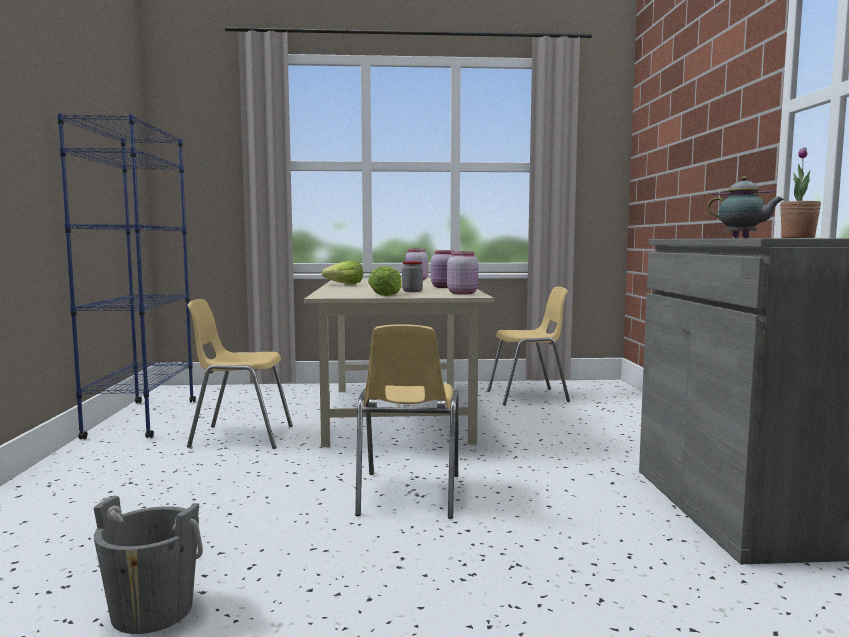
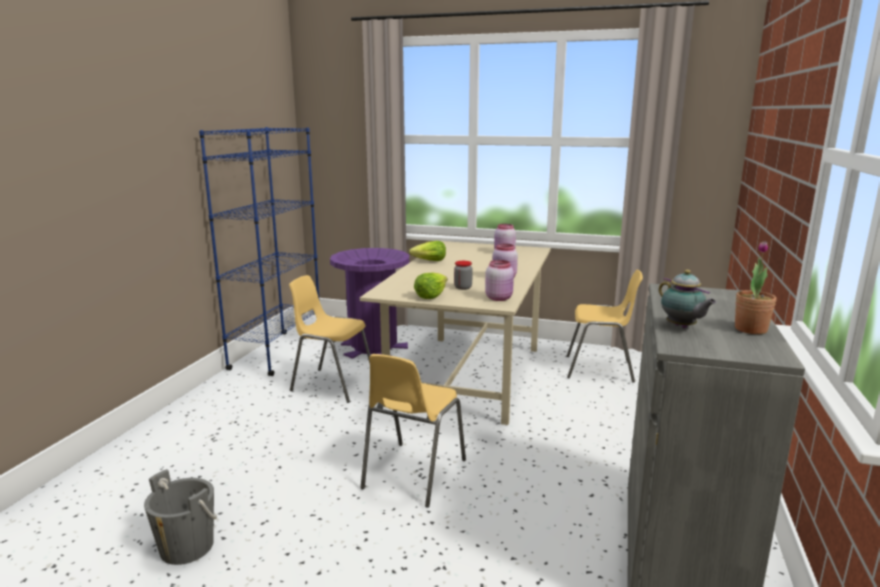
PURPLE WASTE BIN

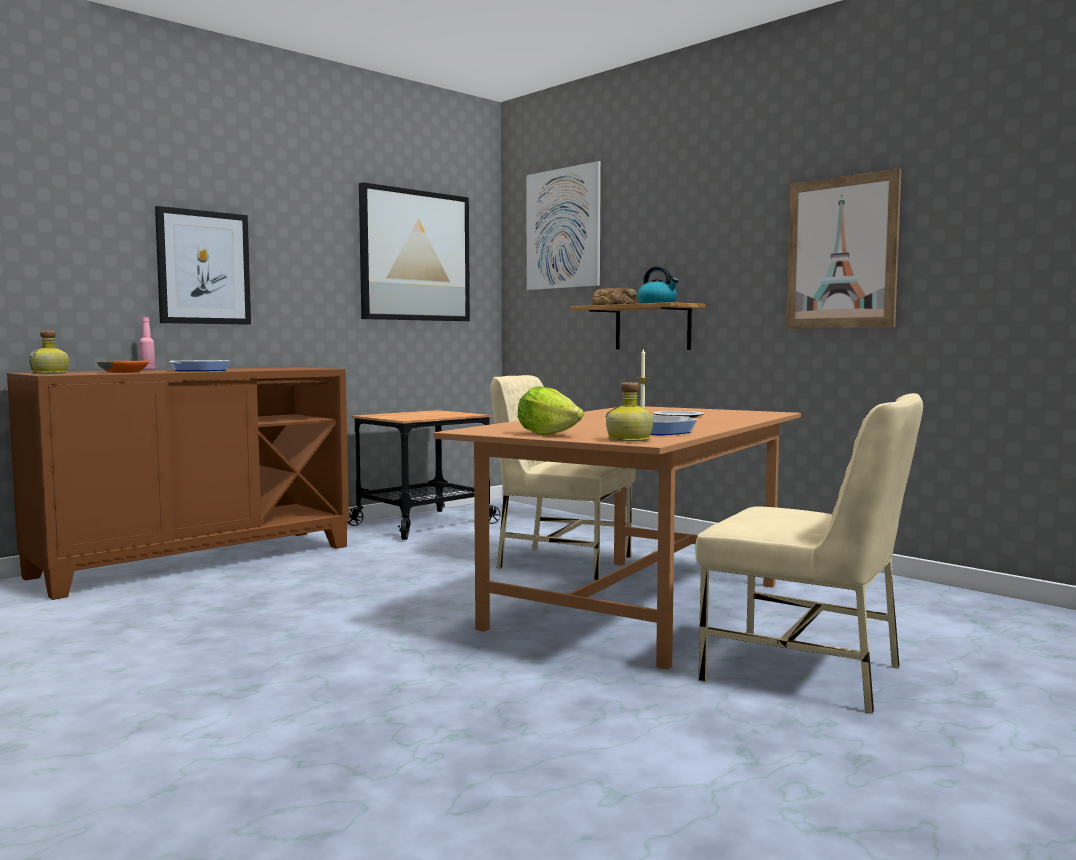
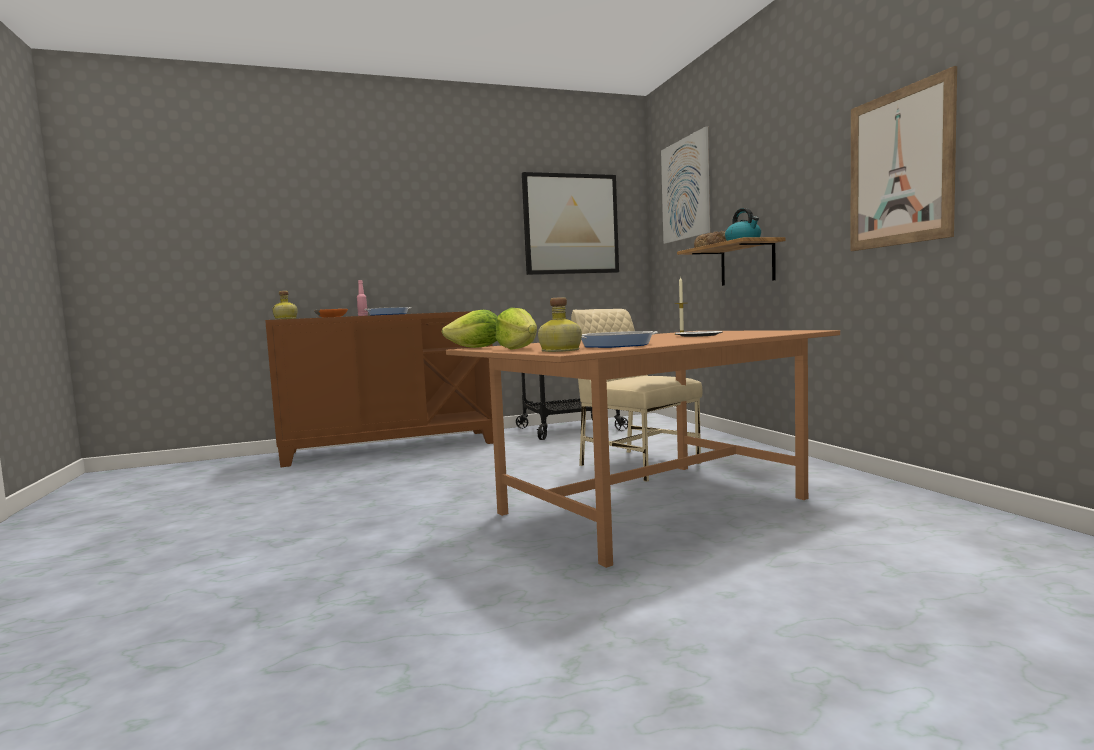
WALL PICTURE (1st from left in the first image)
BEIGE PLAIN CHAIR (2nd from left in the first image)
HEAD OF LETTUCE (1st from left)

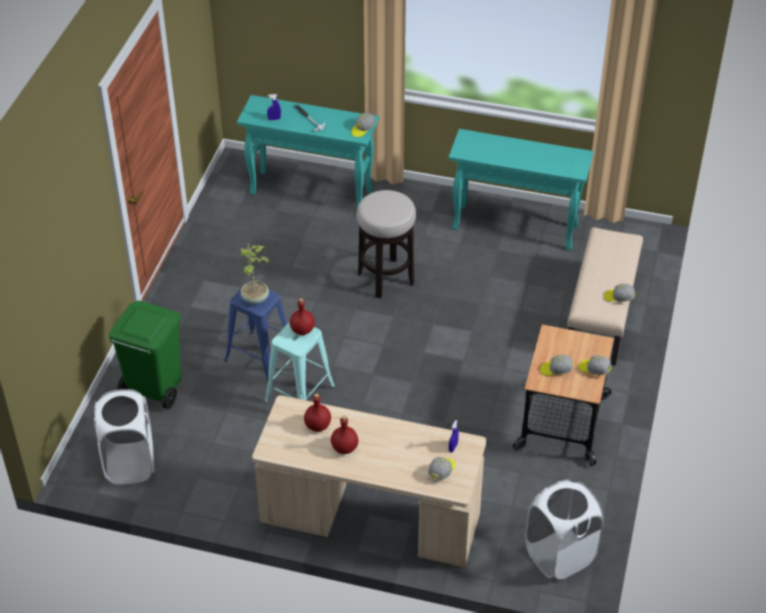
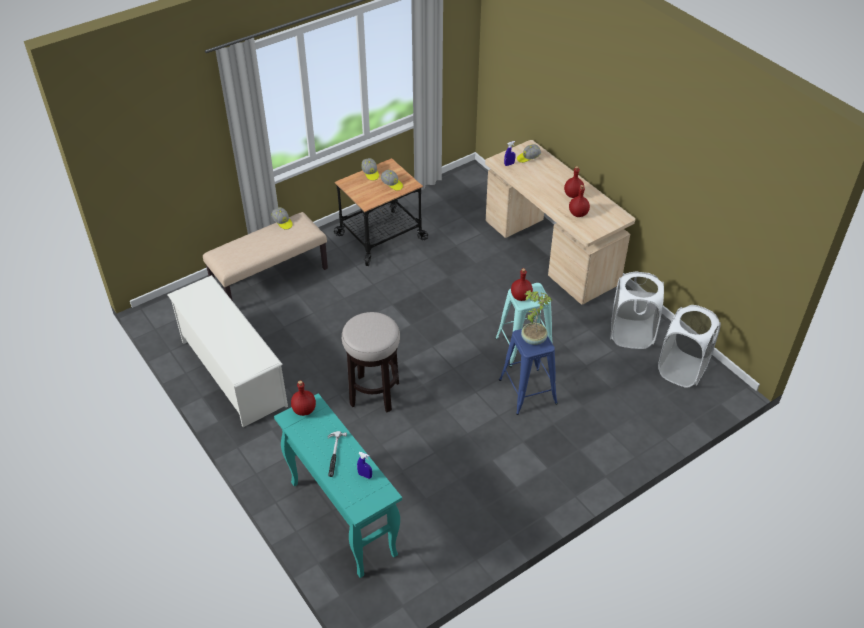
GREENISH WASTE BIN
RED DRINK BOTTLE (1st from left)
WHITE SHOE RACK
WHITE HAMPER (1st from left)

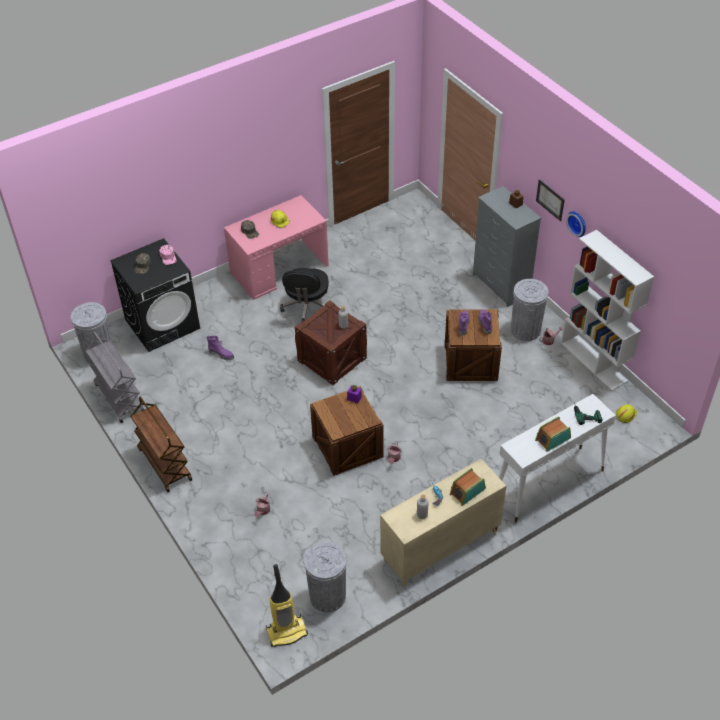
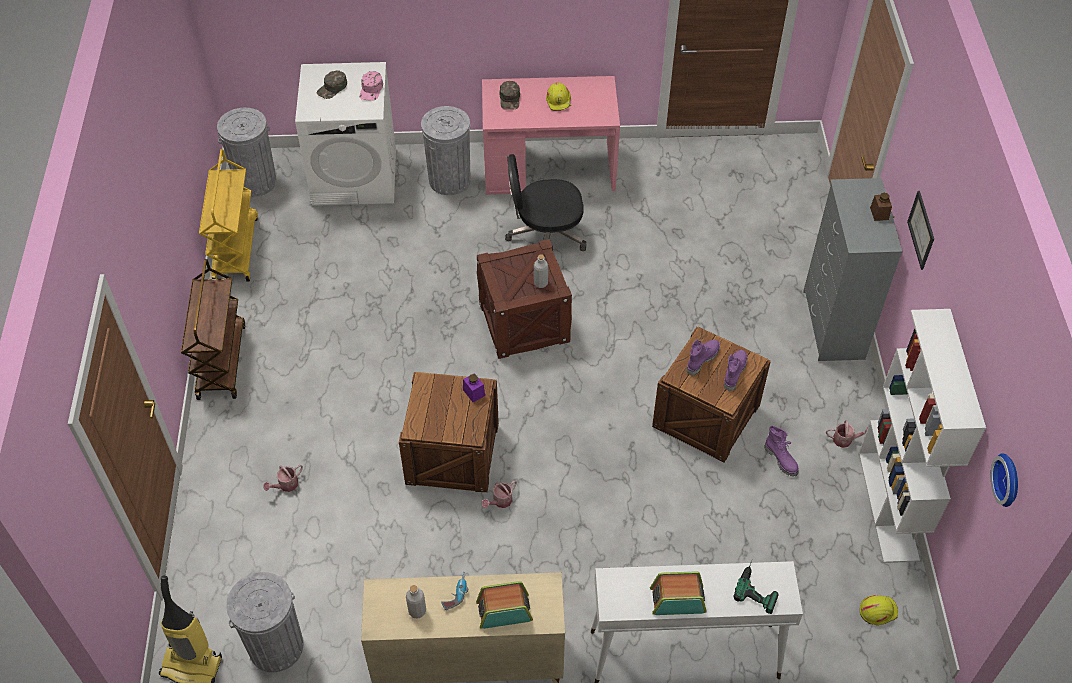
YELLOW-COLOURED CART
WHITE LAUNDRY APPLIANCE
PURPLE BOOT (3rd from left)
BLACK-COLOURED DESK CHAIR
GRAY WASTE BIN (3rd from left)
HANGING CLOCK

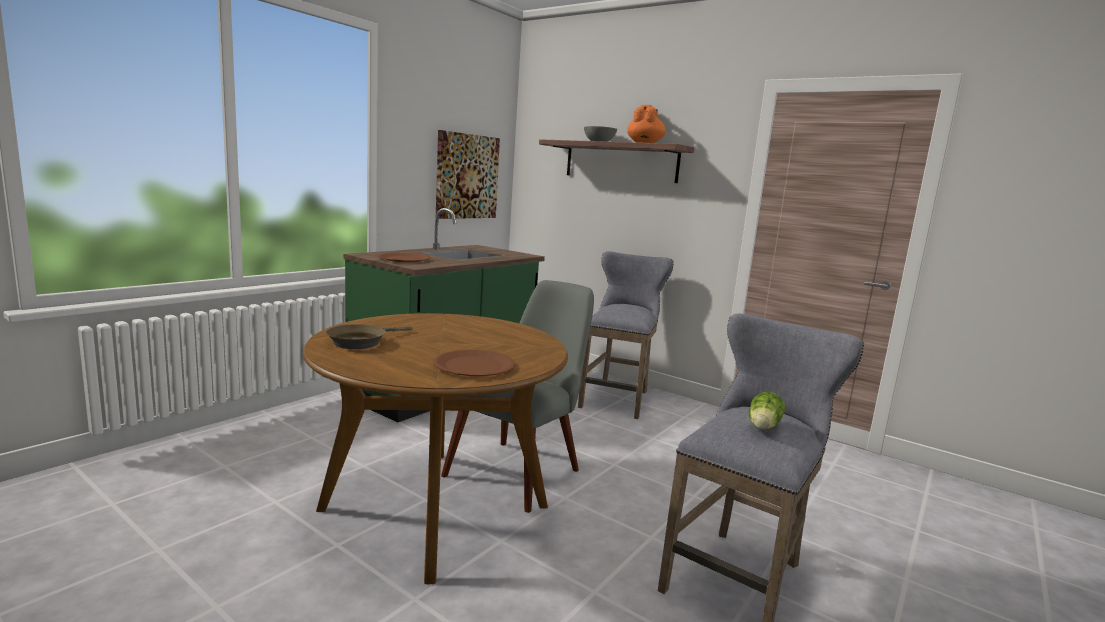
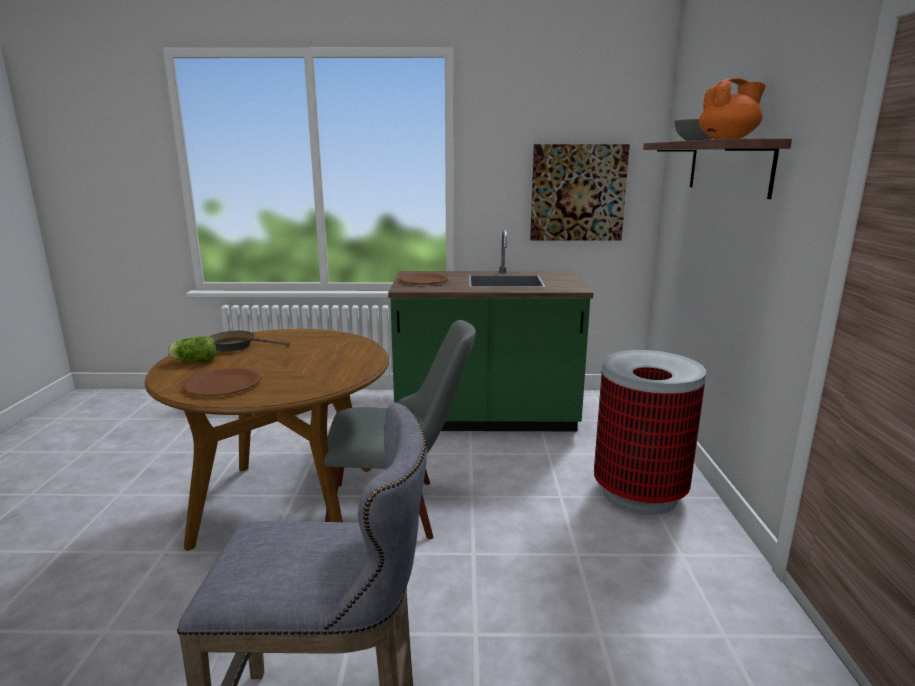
WASTE BIN
HEAD OF LETTUCE

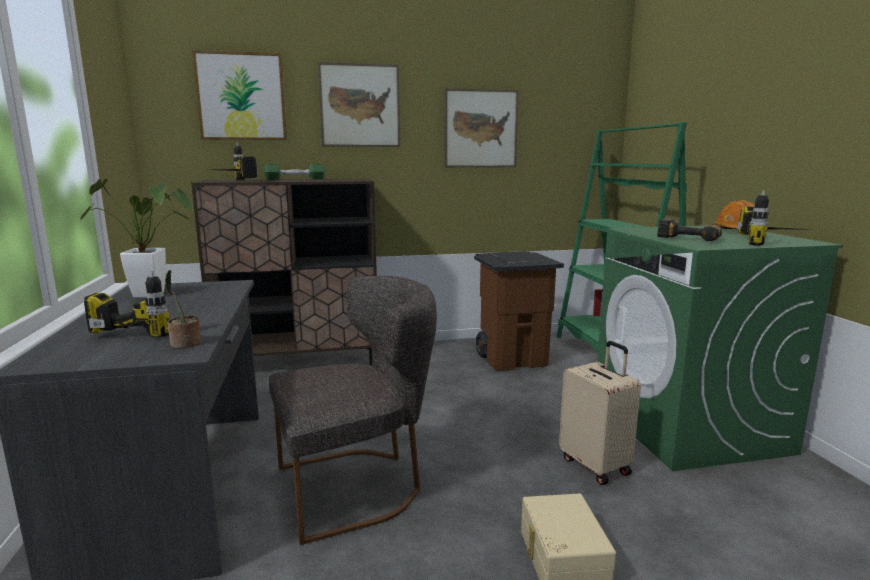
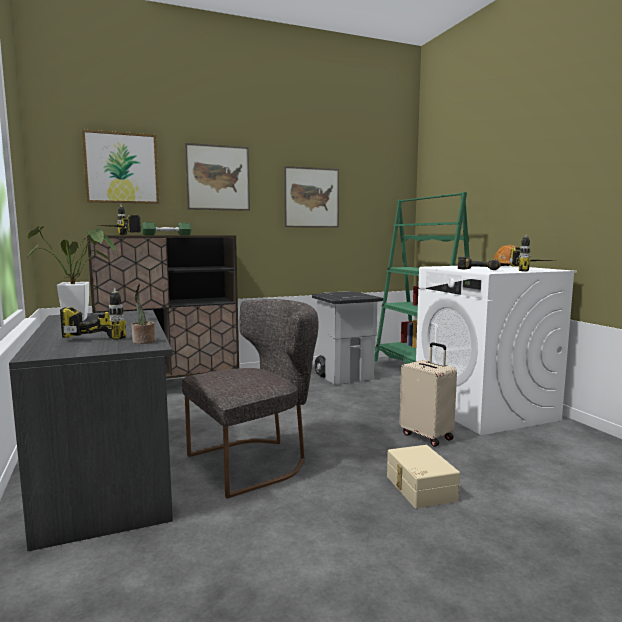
GRAY WASTE BIN
WHITE LAUNDRY APPLIANCE

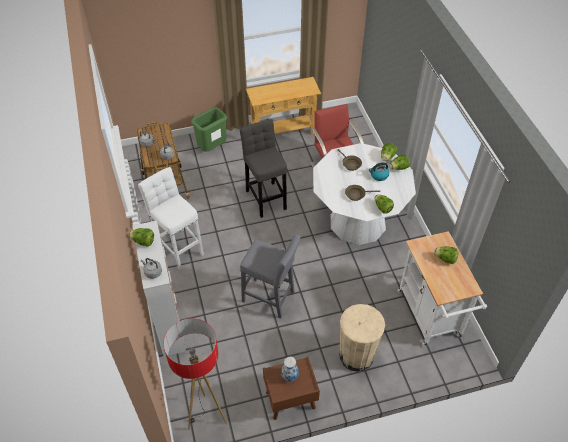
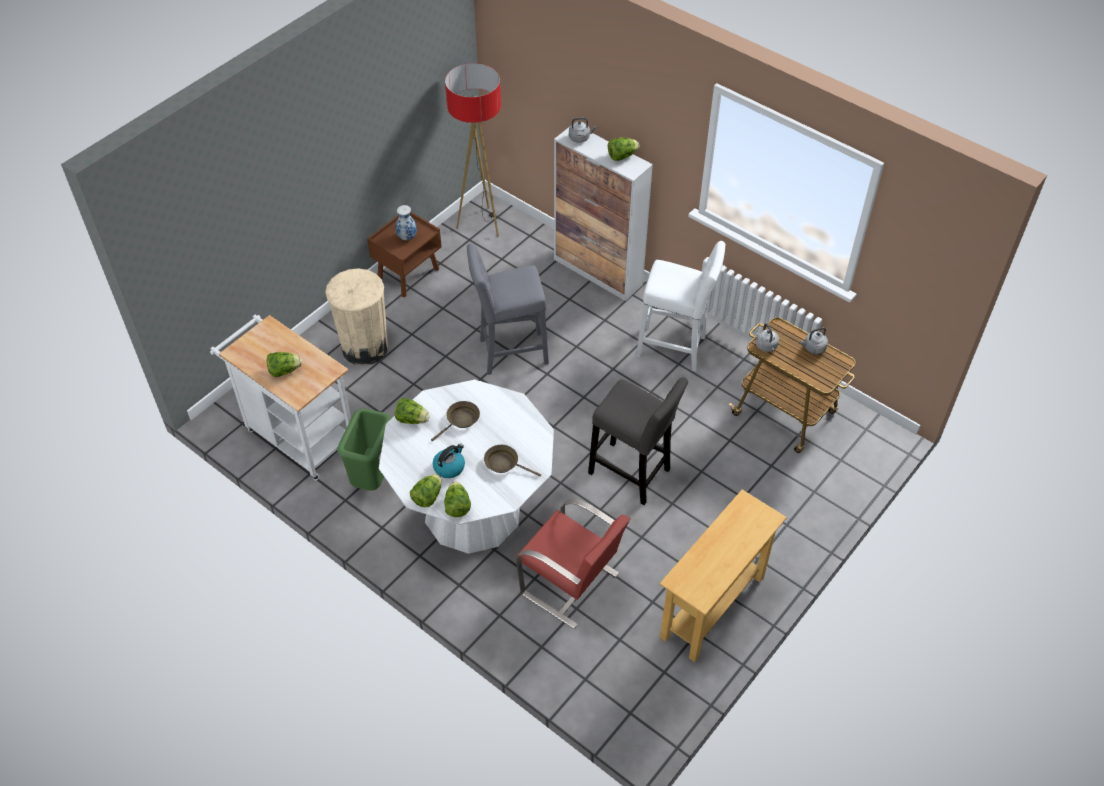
GREENISH WASTE BIN

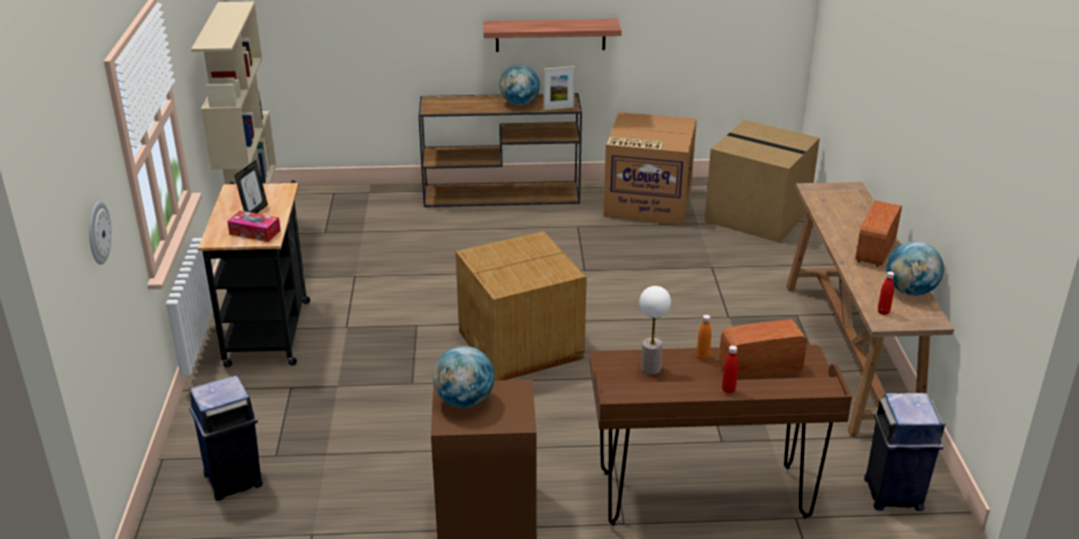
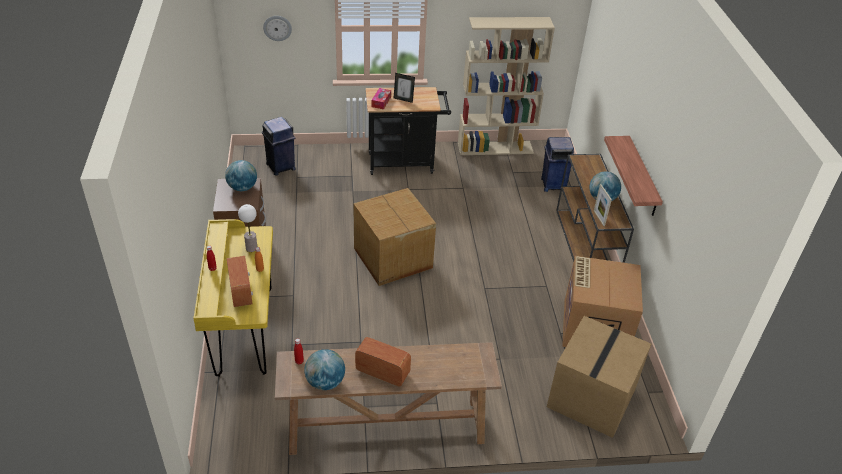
YELLOW-COLOURED DESK
BLUE WASTE BIN (2nd from left)

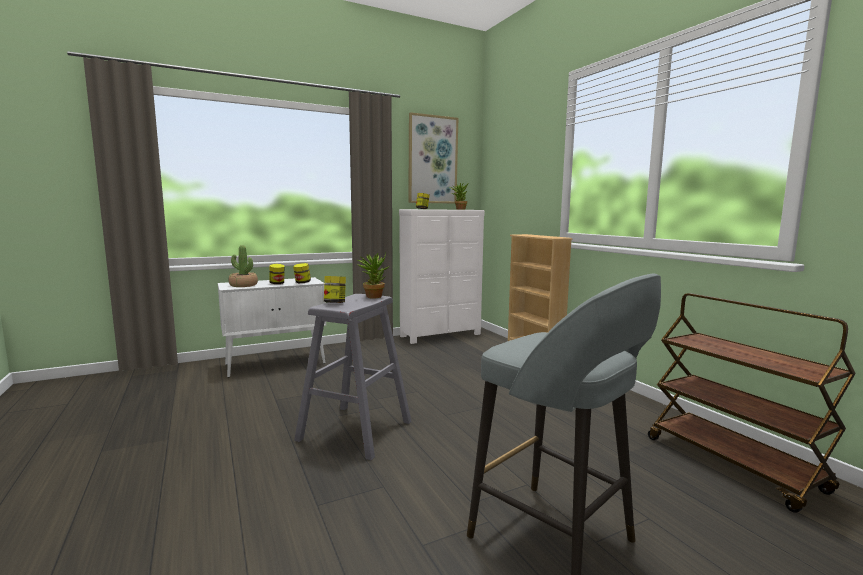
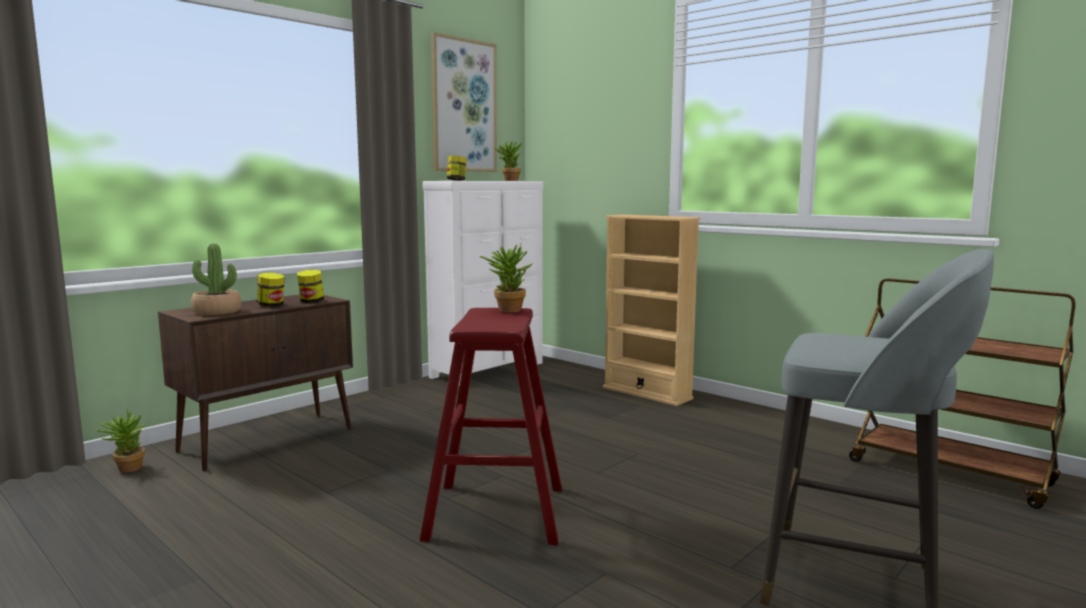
BROWN STORAGE CABINET
RED SITTING STOOL
PRESERVE JAR (3rd from left in the first image)
PLANT IN A POT (1st from left)

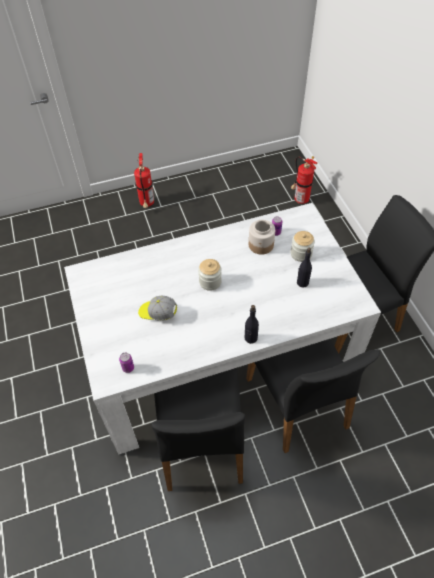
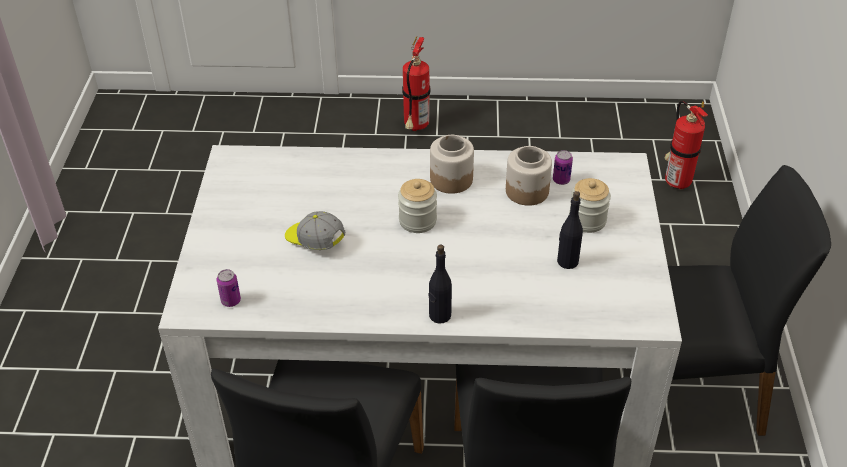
PRESERVE JAR (2nd from left)

